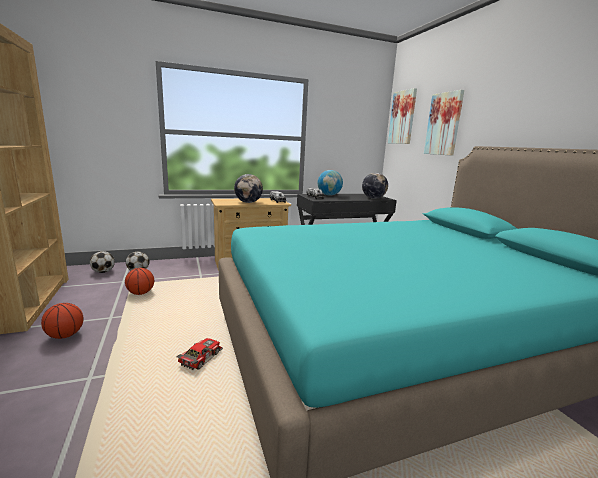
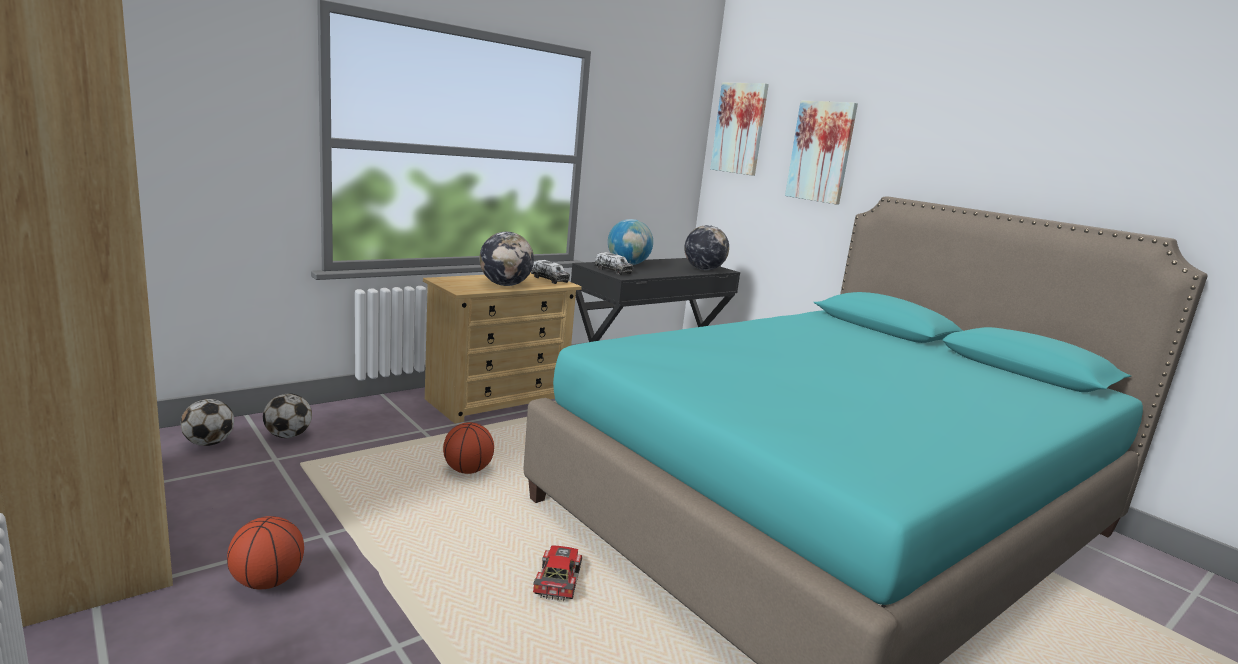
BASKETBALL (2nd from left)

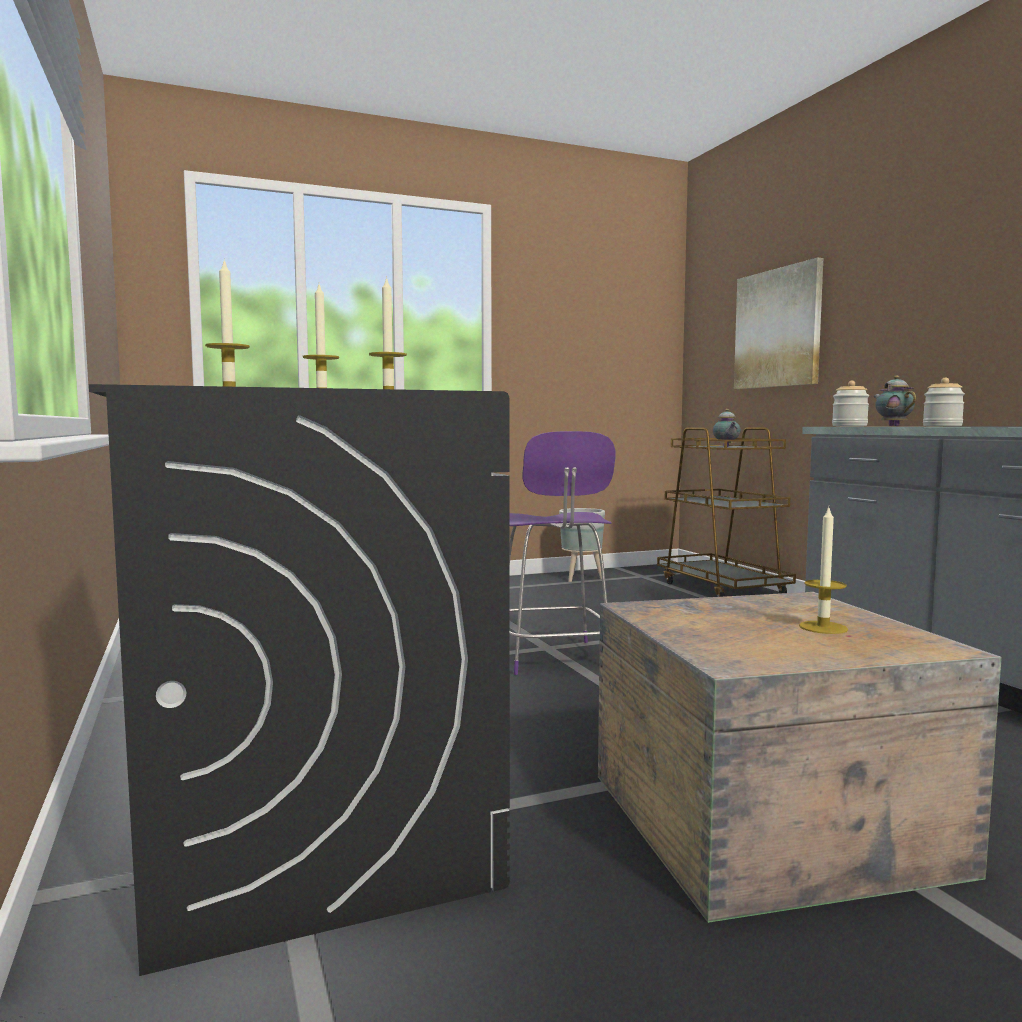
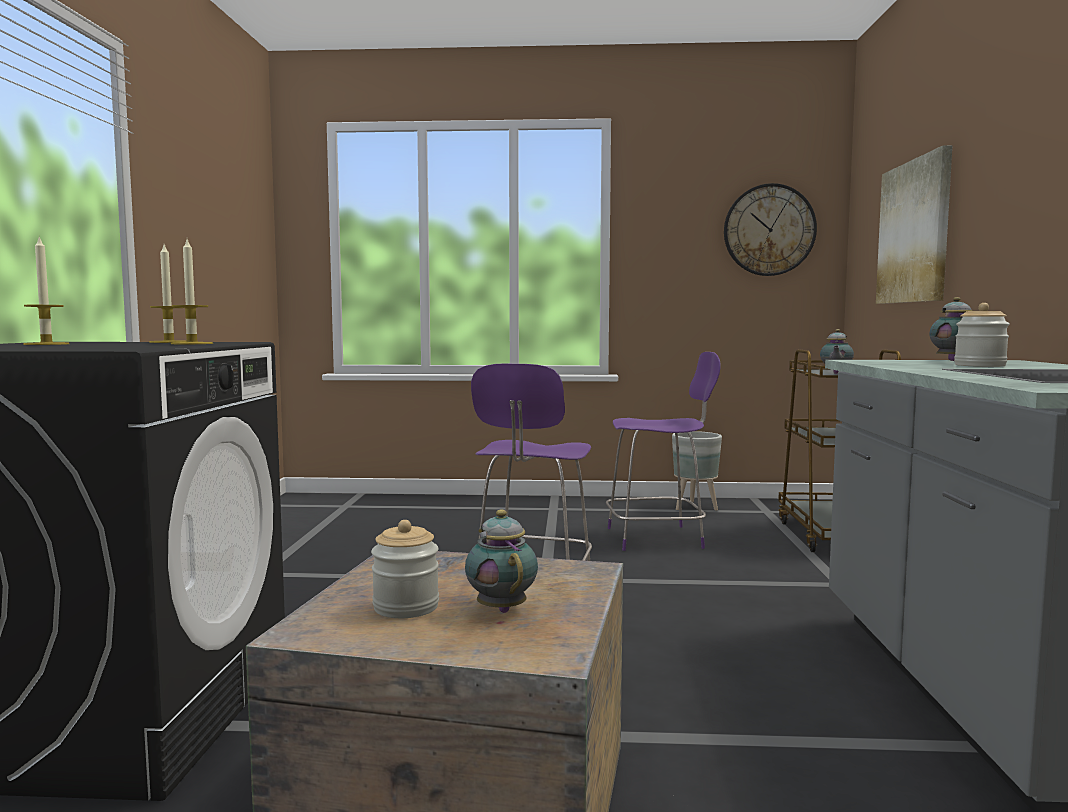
TEA POT (1st from left)
PRESERVE JAR (1st from left)
PURPLE PLAIN CHAIR (2nd from left)
HANGING CLOCK

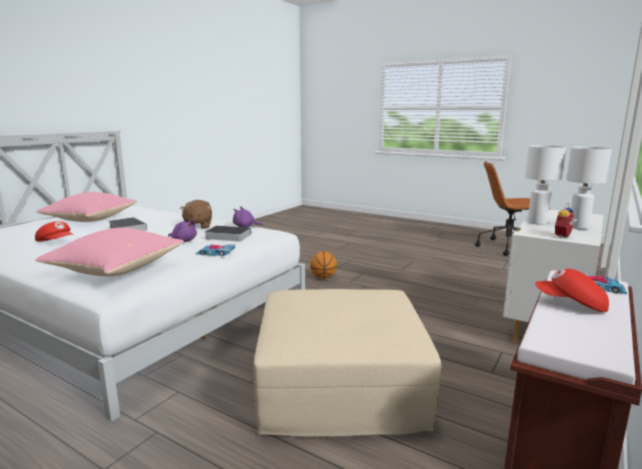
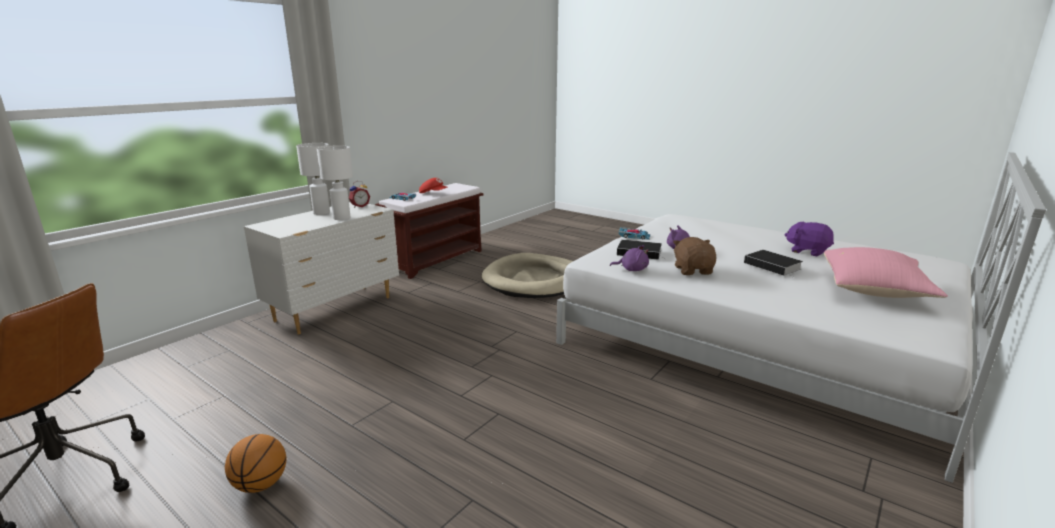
PURPLE SOFT TOY (3rd from left)
PINKISH CUSHION (2nd from left in the first image)
BEIGE DOG CUSHION
BASKETBALL

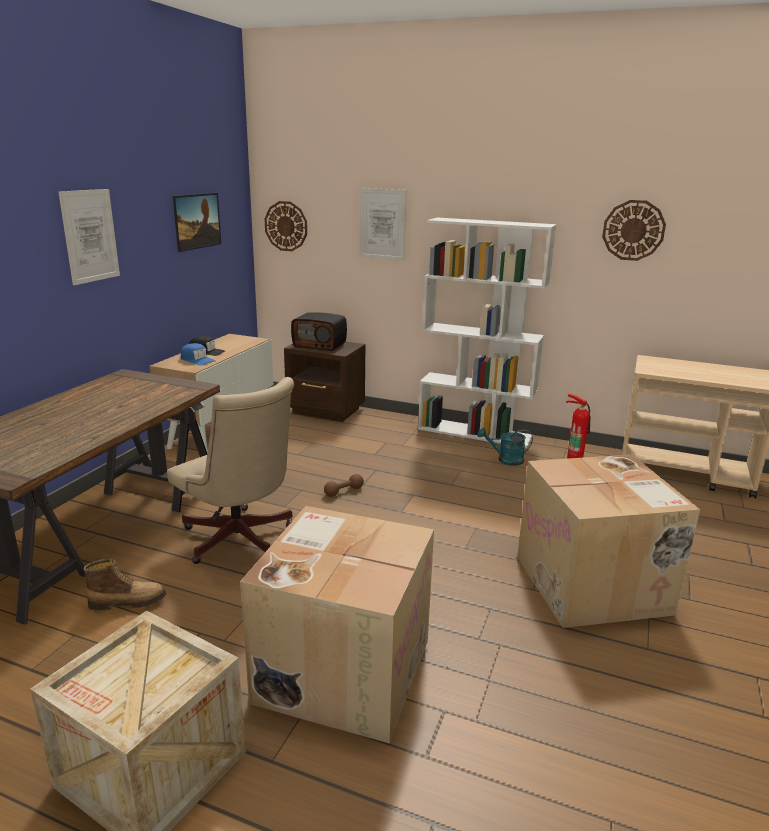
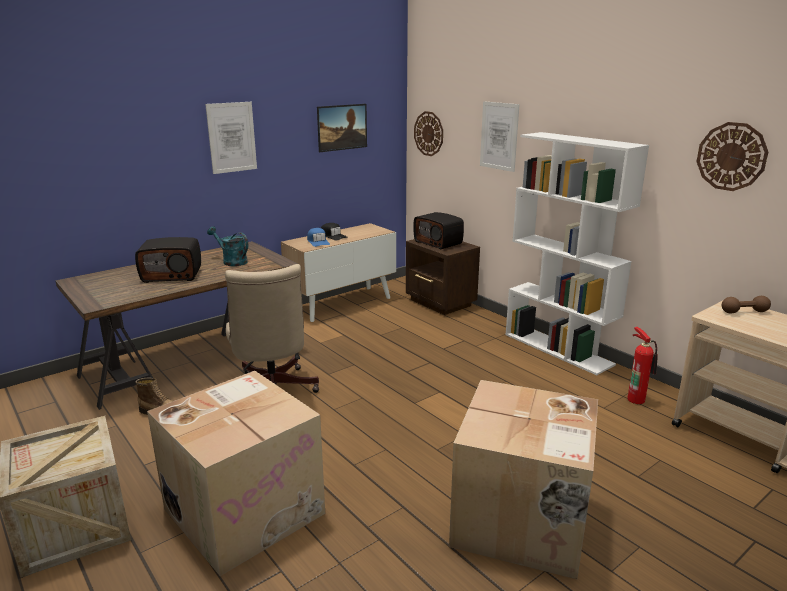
BROWN DUMBBELL
TURQUOISE-COLOURED WATERING CAN
RADIO RECEIVER (1st from left)

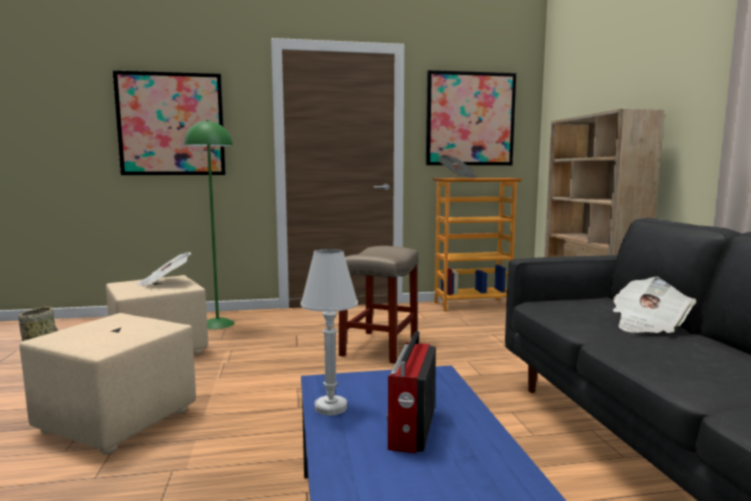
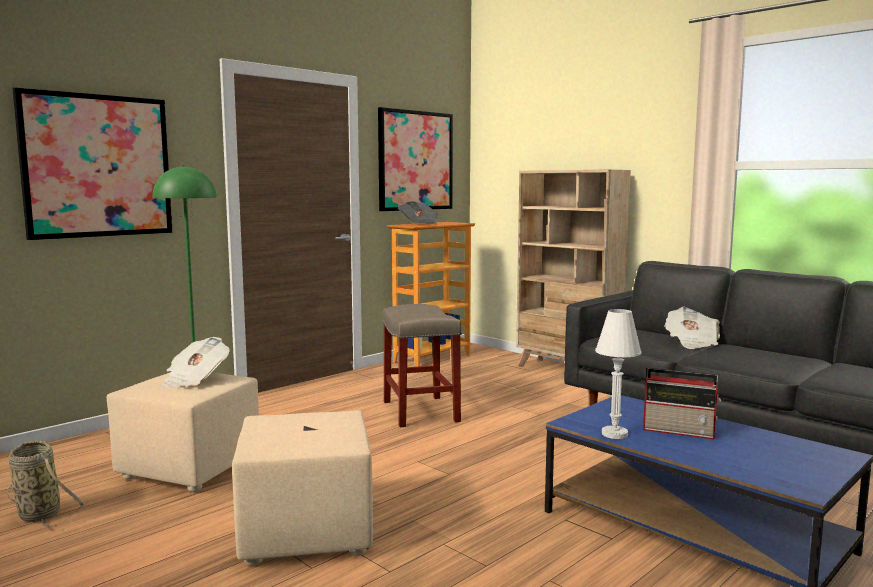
RADIO RECEIVER

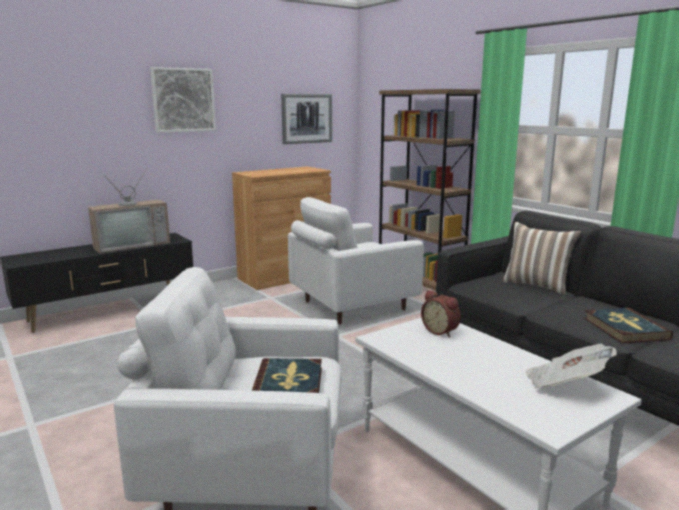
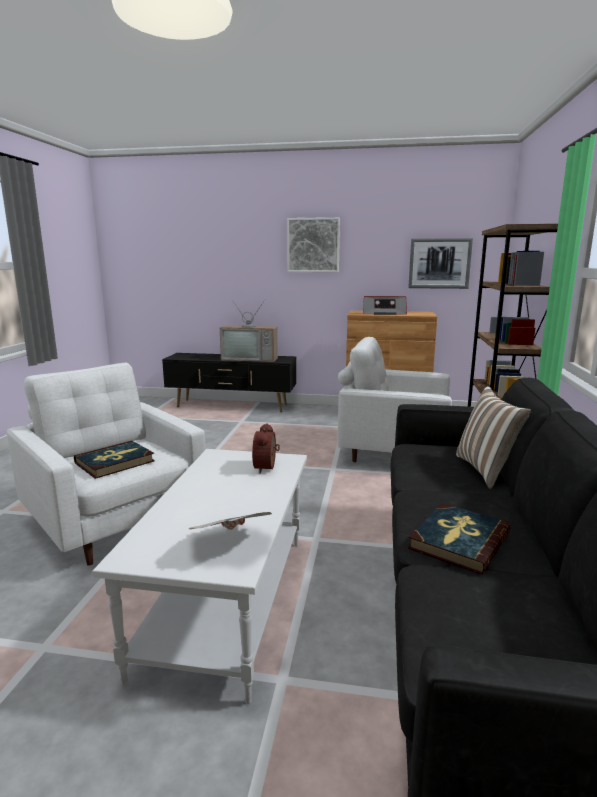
RADIO RECEIVER

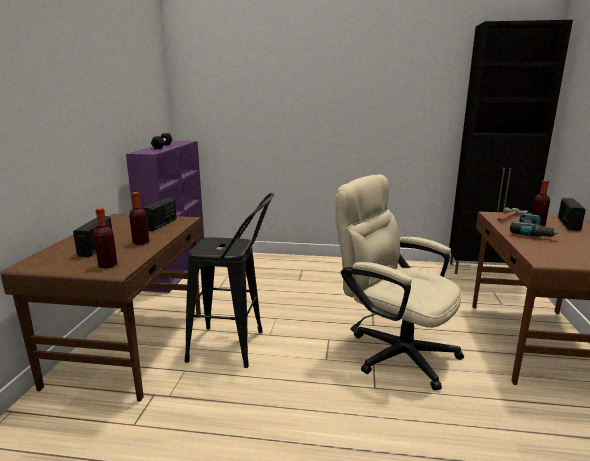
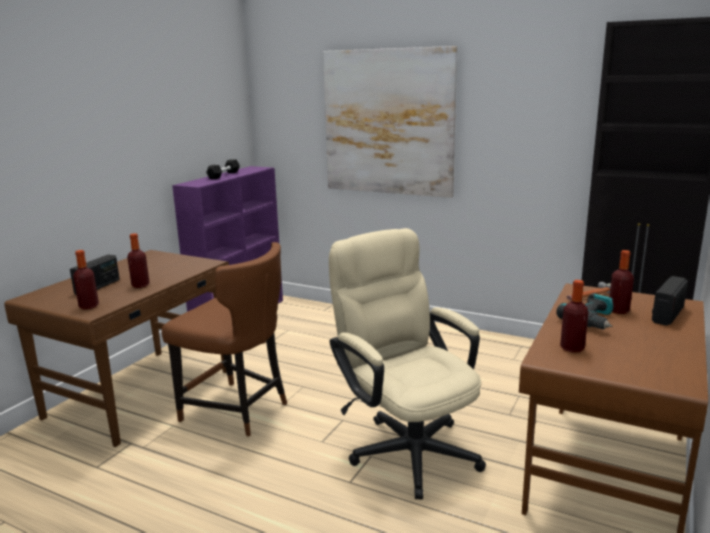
RADIO RECEIVER (2nd from left in the first image)
BROWN PLAIN CHAIR
WALL PICTURE
DRINK BOTTLE (3rd from left)

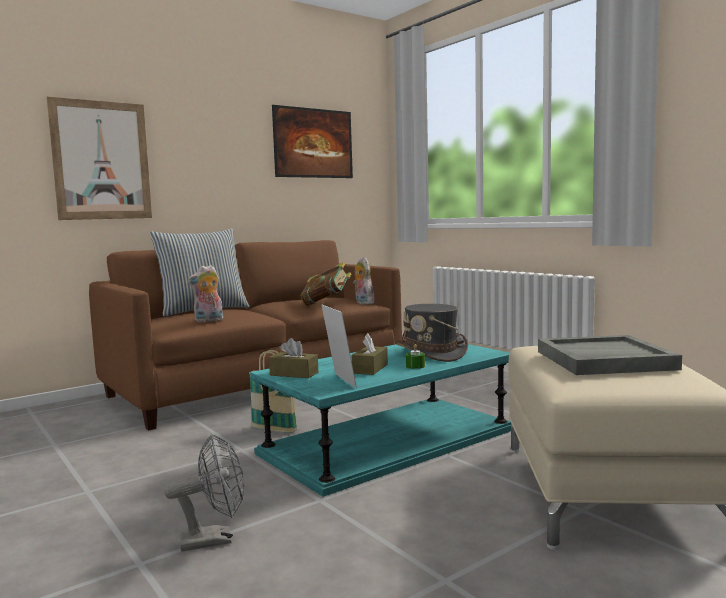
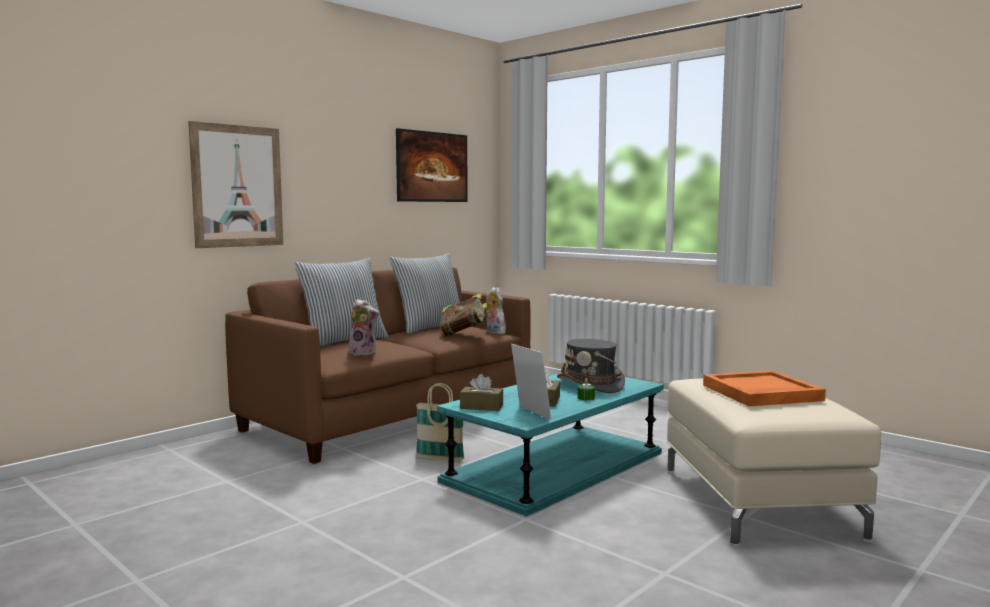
GRAY ELECTRIC FAN
SOFT TOY (1st from left)
ORANGE CARRYING TRAY
CUSHION (2nd from left)

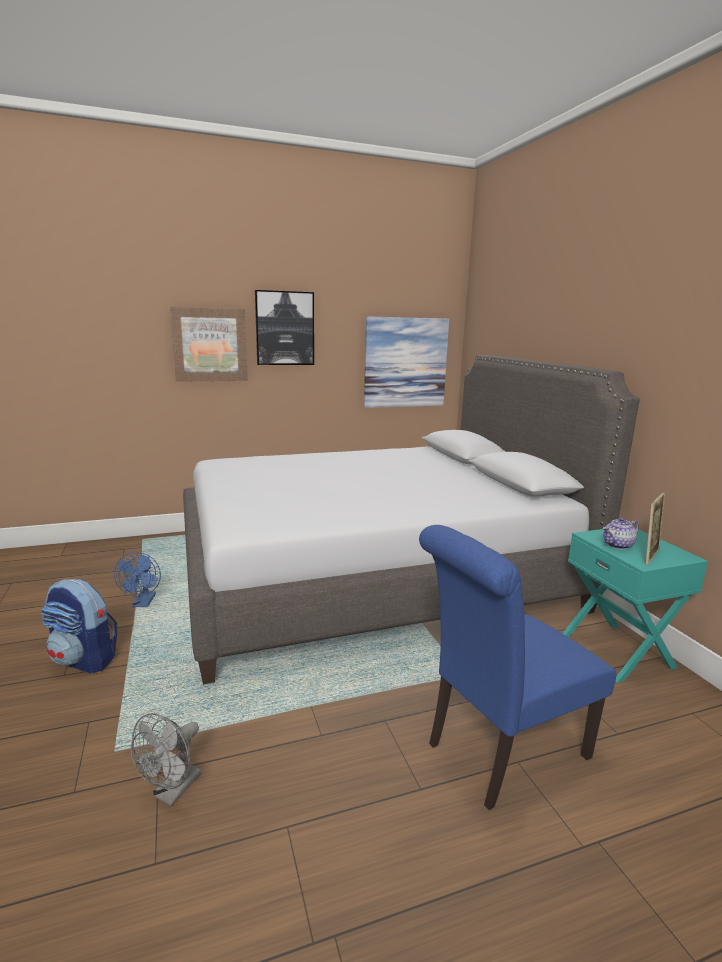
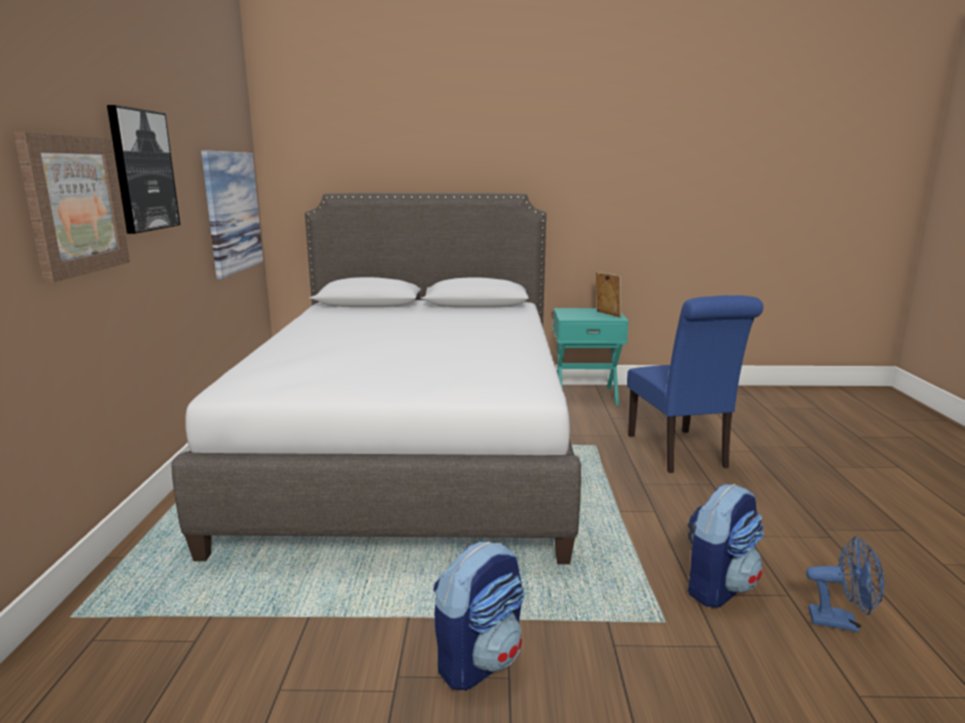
BLUE ELECTRIC FAN
KNAPSACK (2nd from left)
TEA POT

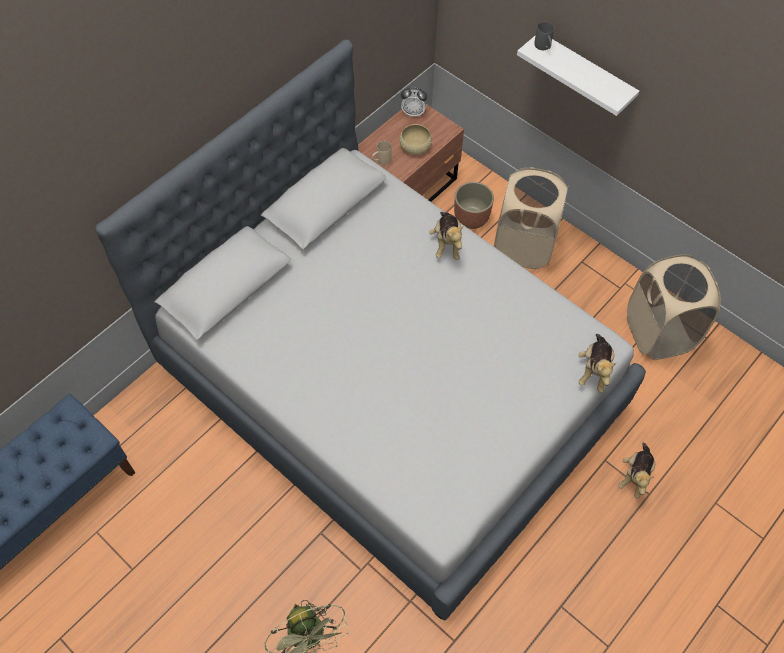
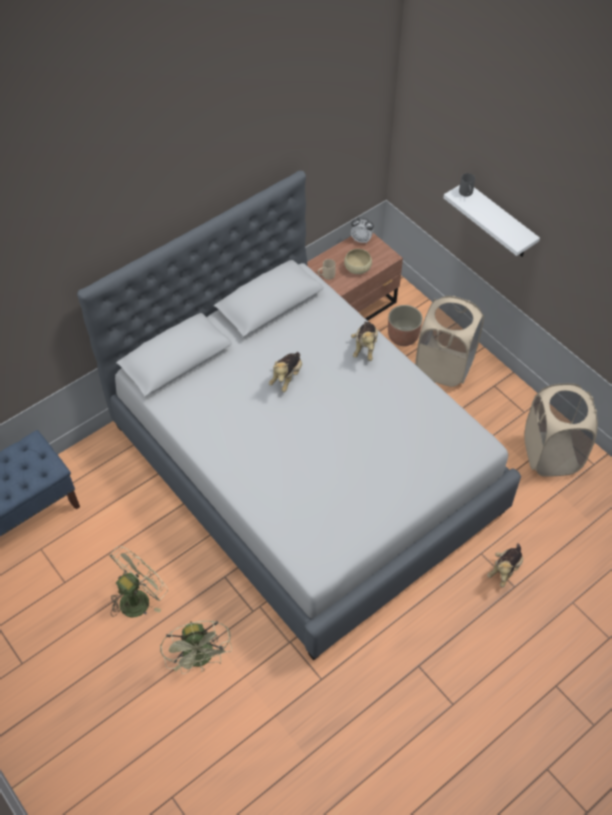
SOFT TOY (1st from left)
GREENISH ELECTRIC FAN (1st from left)

